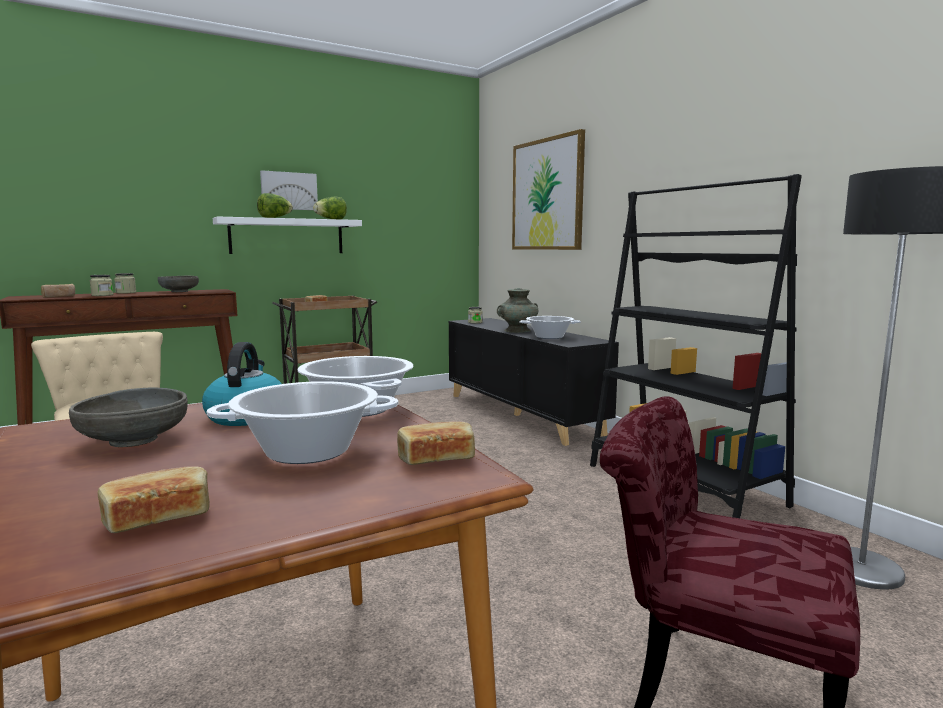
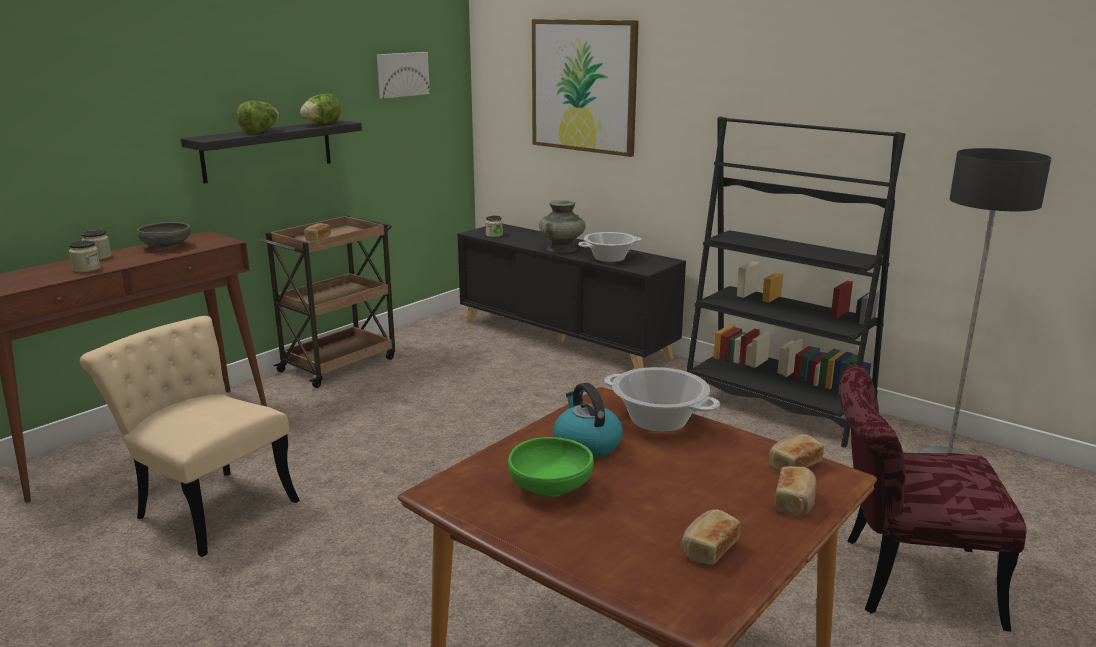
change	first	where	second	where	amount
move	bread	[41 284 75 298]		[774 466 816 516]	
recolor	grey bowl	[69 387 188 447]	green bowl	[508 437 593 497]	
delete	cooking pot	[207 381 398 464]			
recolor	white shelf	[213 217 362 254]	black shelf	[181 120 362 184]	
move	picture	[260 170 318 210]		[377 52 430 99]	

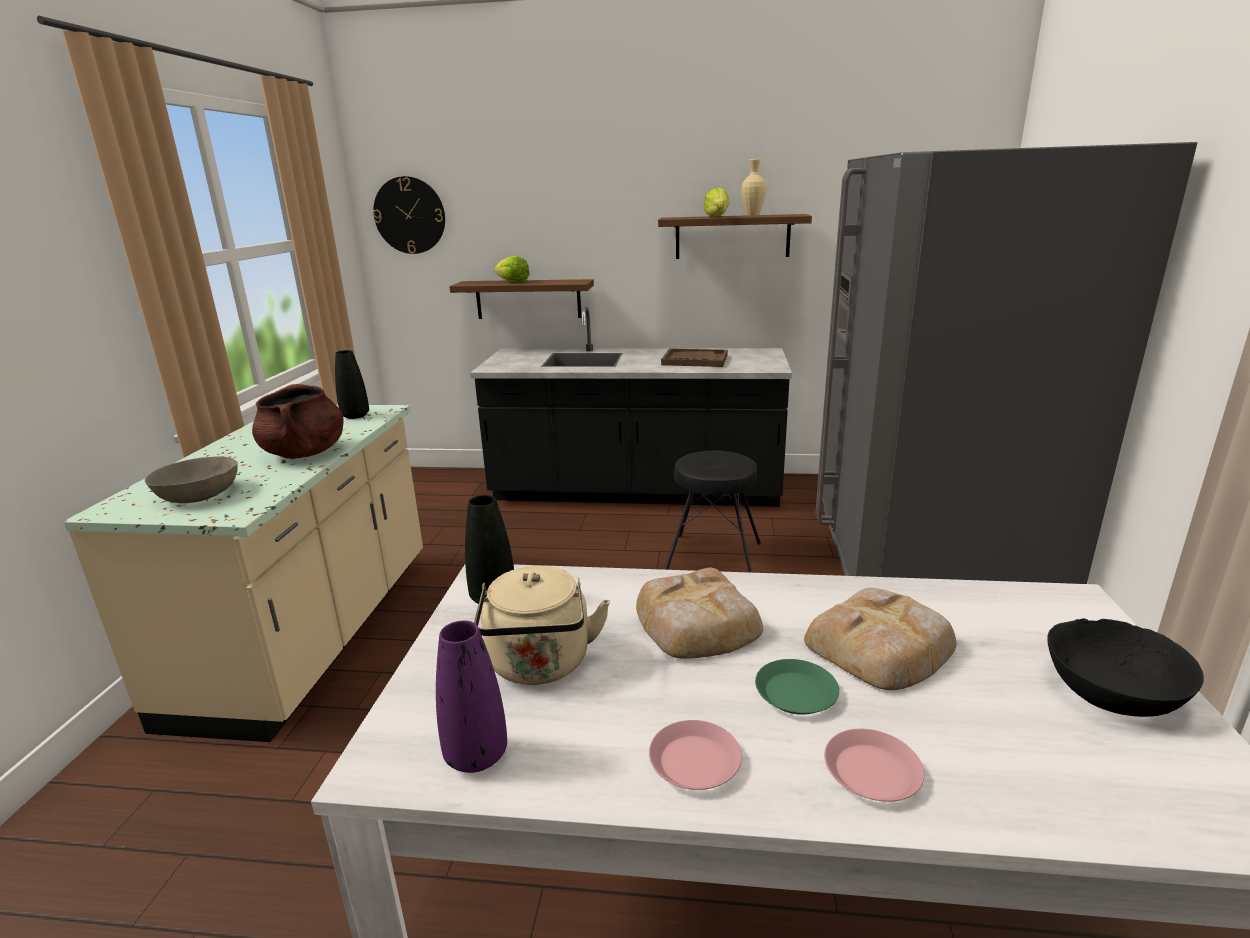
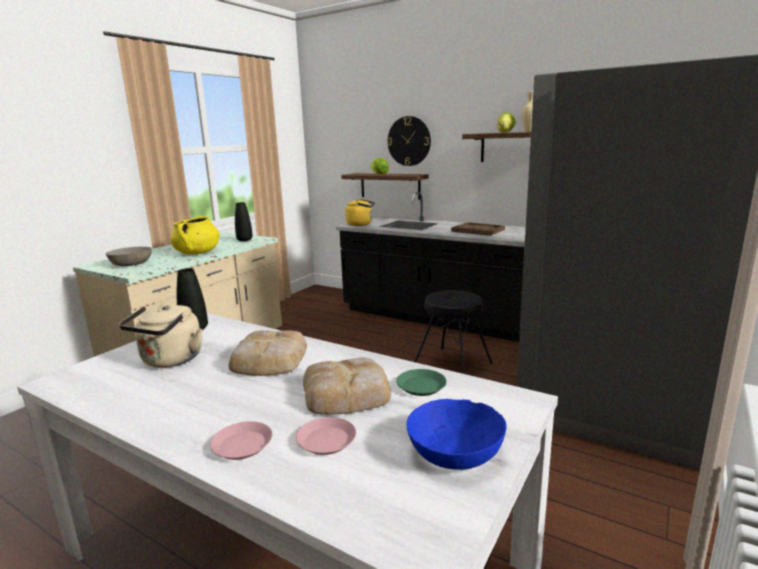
change	first	where	second	where	amount
recolor	brown cooking pot	[252 384 343 459]	yellow cooking pot	[170 216 219 255]	
move	wall clock	[373 176 445 254]		[387 116 431 166]	
delete	purple vase	[436 620 507 773]			
move	pink plate	[649 720 742 790]		[296 417 356 455]	
move	green plate	[755 659 839 715]		[396 369 447 396]	
recolor	black bowl	[1047 618 1204 717]	blue bowl	[407 399 507 470]	
insert			yellow kettle	[345 199 375 226]	

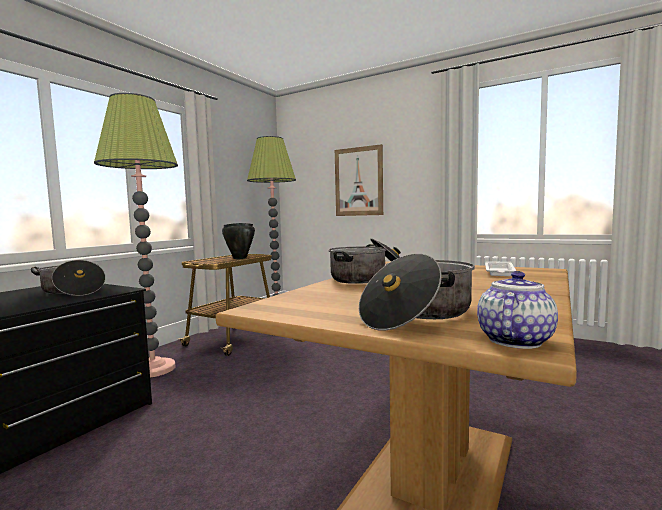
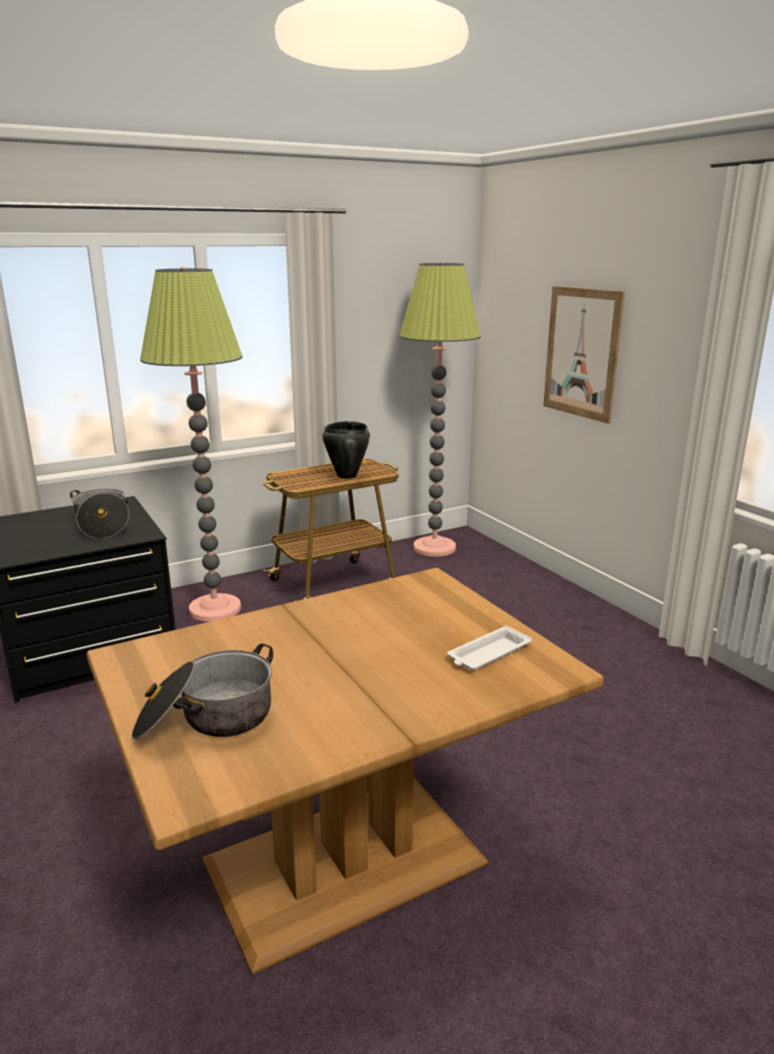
change	first	where	second	where	amount
delete	cooking pot	[328 238 401 284]			
delete	teapot	[477 271 558 349]			

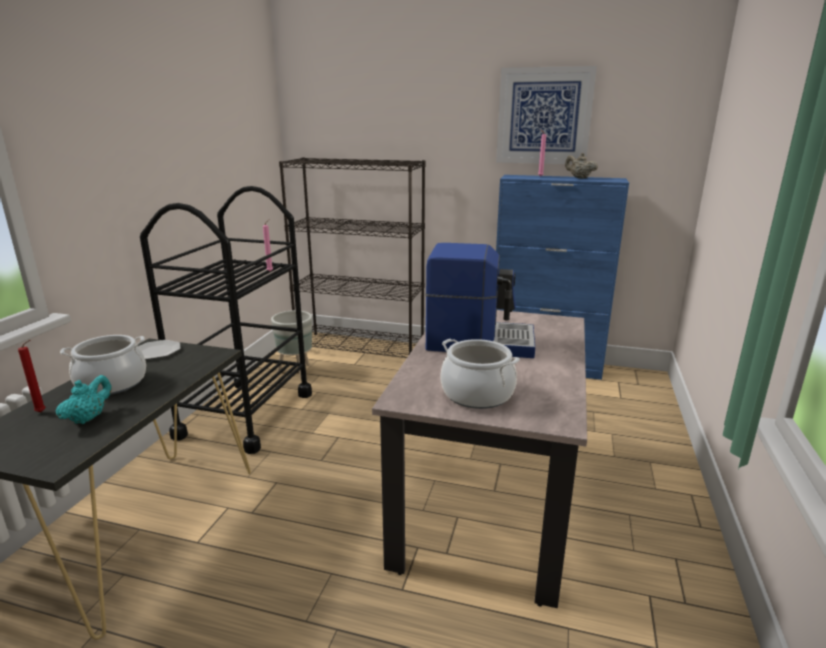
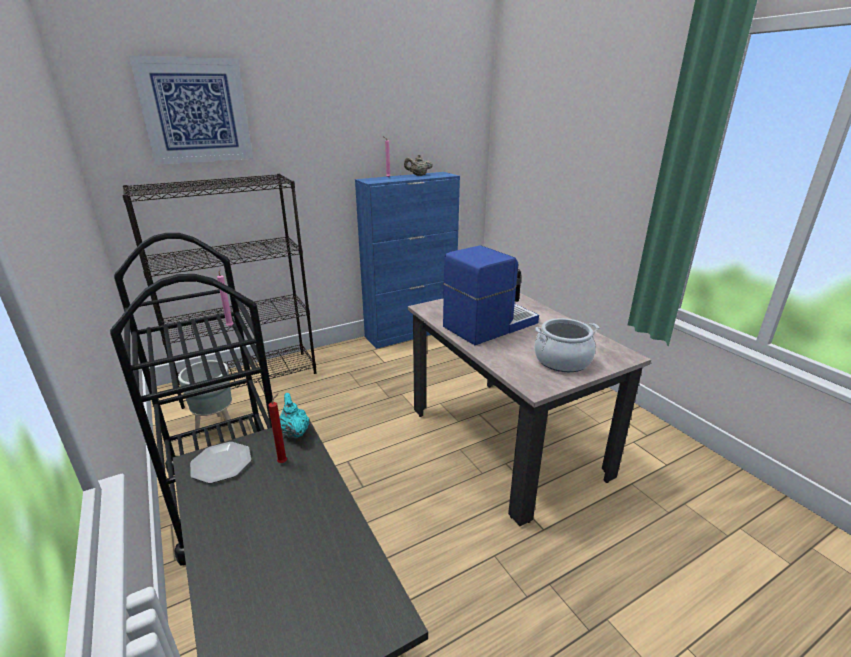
change	first	where	second	where	amount
move	red candle	[18 340 46 412]		[268 393 287 463]	
move	turquoise teapot	[56 375 112 424]		[280 393 309 439]	
delete	cooking pot	[60 335 146 395]			
move	picture	[496 66 597 164]		[129 55 253 165]	

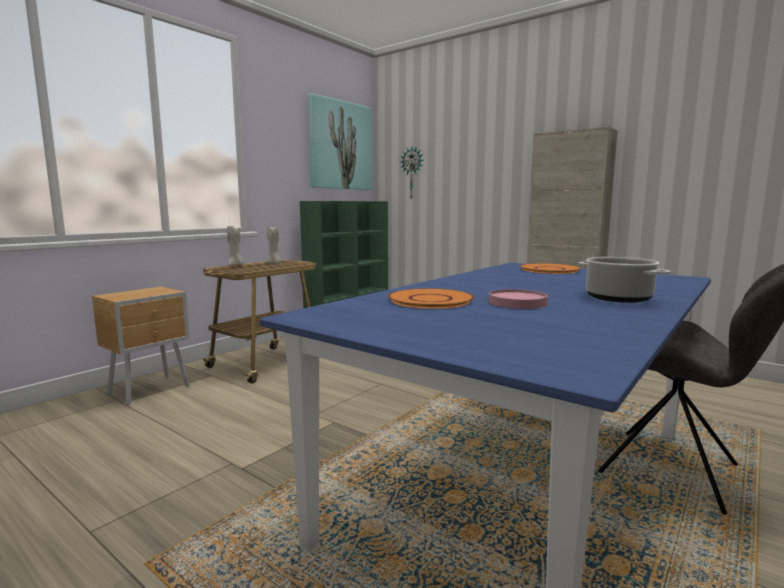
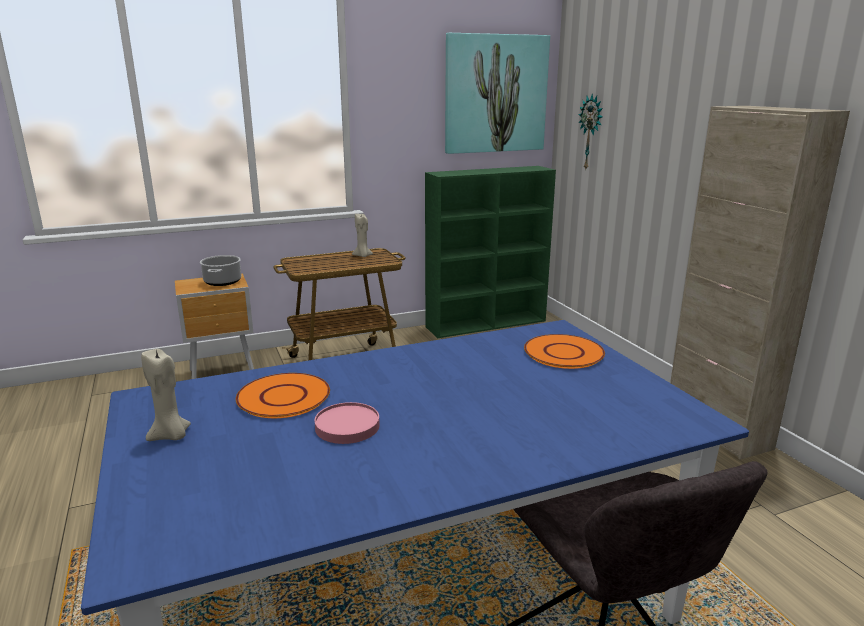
change	first	where	second	where	amount
move	beige candle	[227 226 244 266]		[141 349 191 441]	
move	cooking pot	[578 257 671 303]		[200 255 241 286]	

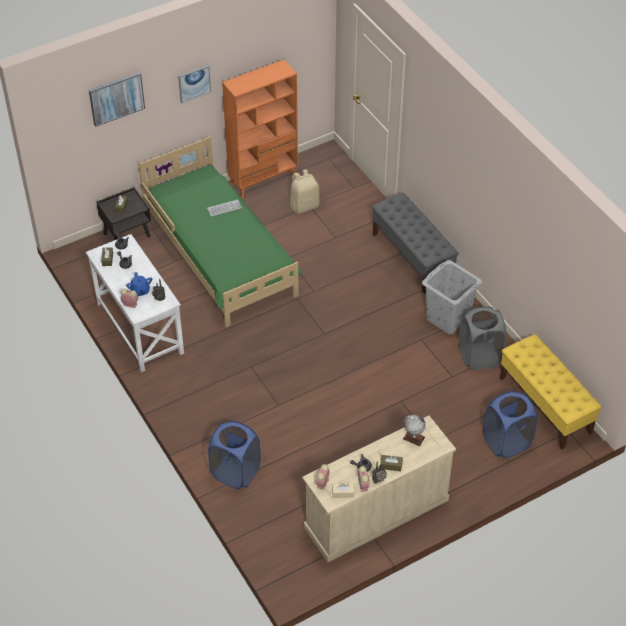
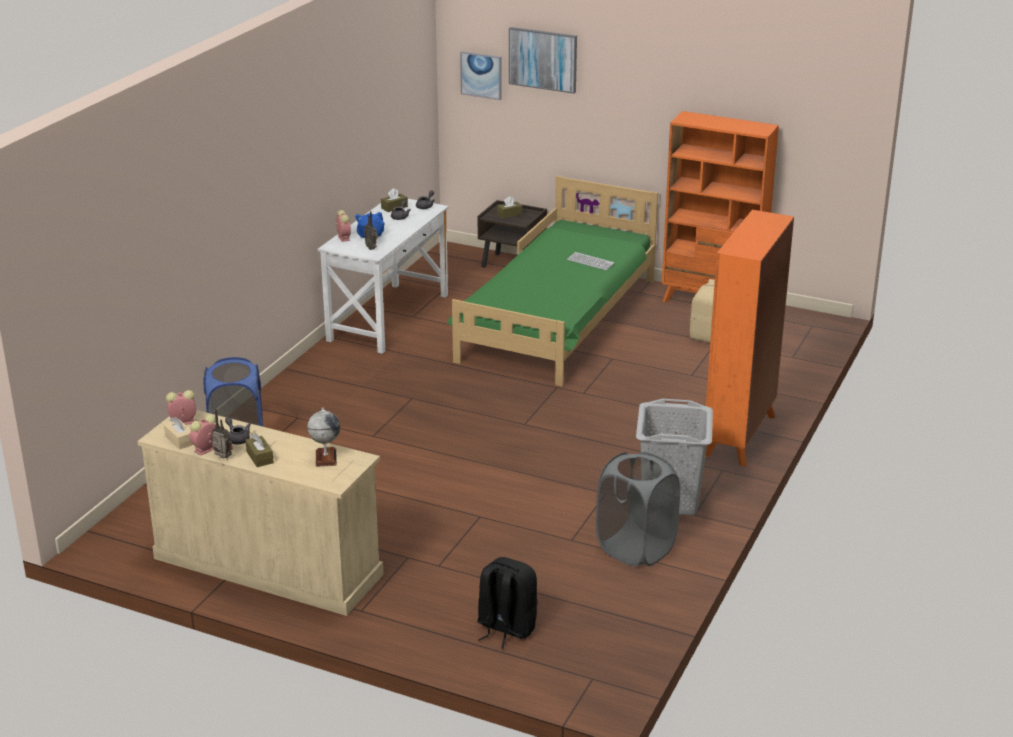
change	first	where	second	where	amount
move	picture	[178 65 211 103]		[460 51 502 100]	
replace	grey bench	[372 193 459 294]	orange bookcase	[705 210 794 467]	
replace	blue laundry basket	[483 391 537 458]	black backpack	[477 557 538 649]	
delete	yellow bench	[500 334 602 450]			

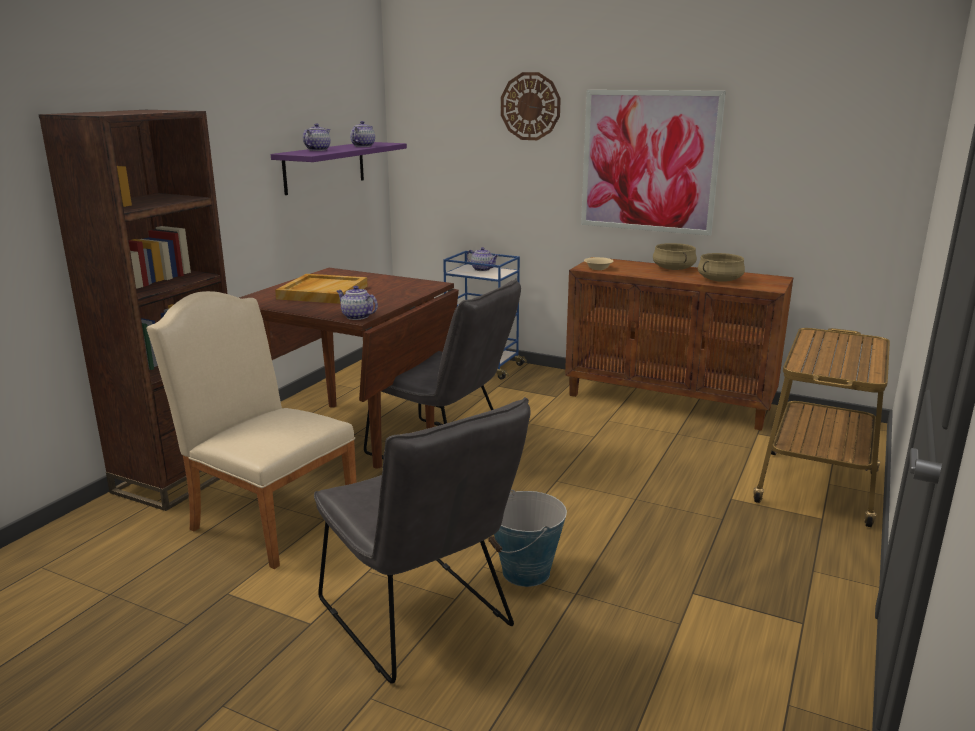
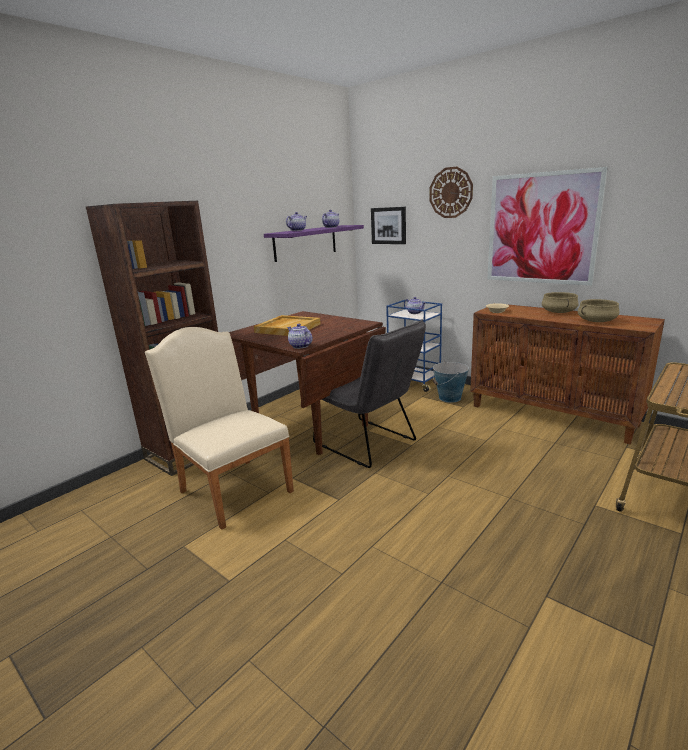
change	first	where	second	where	amount
delete	grey chair	[314 397 530 684]			
move	bucket	[488 489 567 587]		[432 361 469 403]	
insert			picture	[371 207 406 244]	

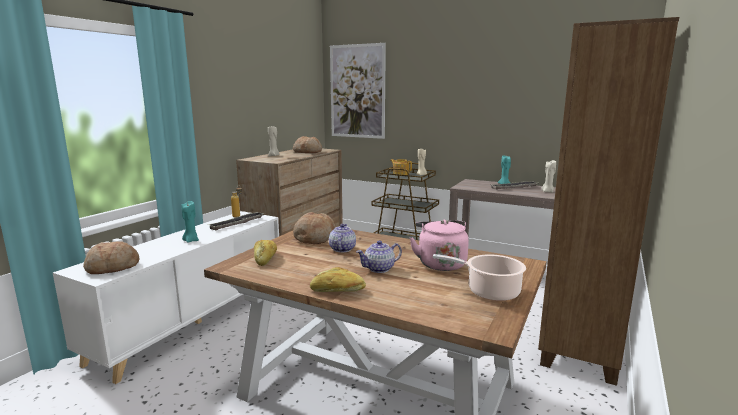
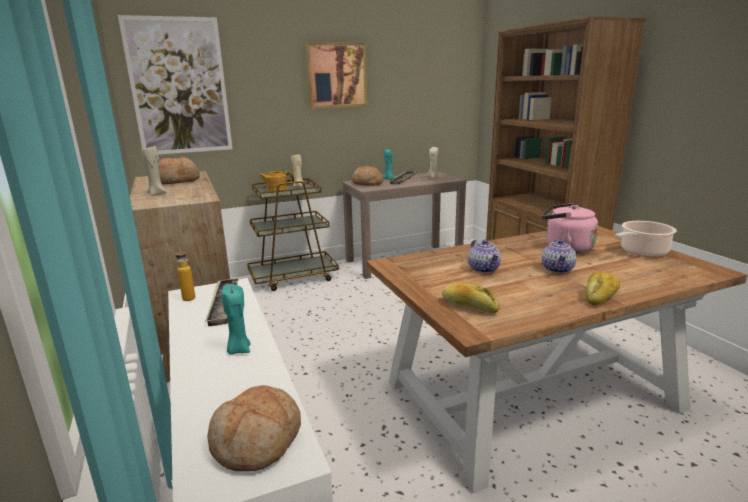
change	first	where	second	where	amount
move	bread	[293 212 335 244]		[351 166 383 186]	
rotate	teapot	[329 224 356 252]		[468 240 501 273]	150 degrees counterclockwise
insert			picture	[305 42 367 109]	

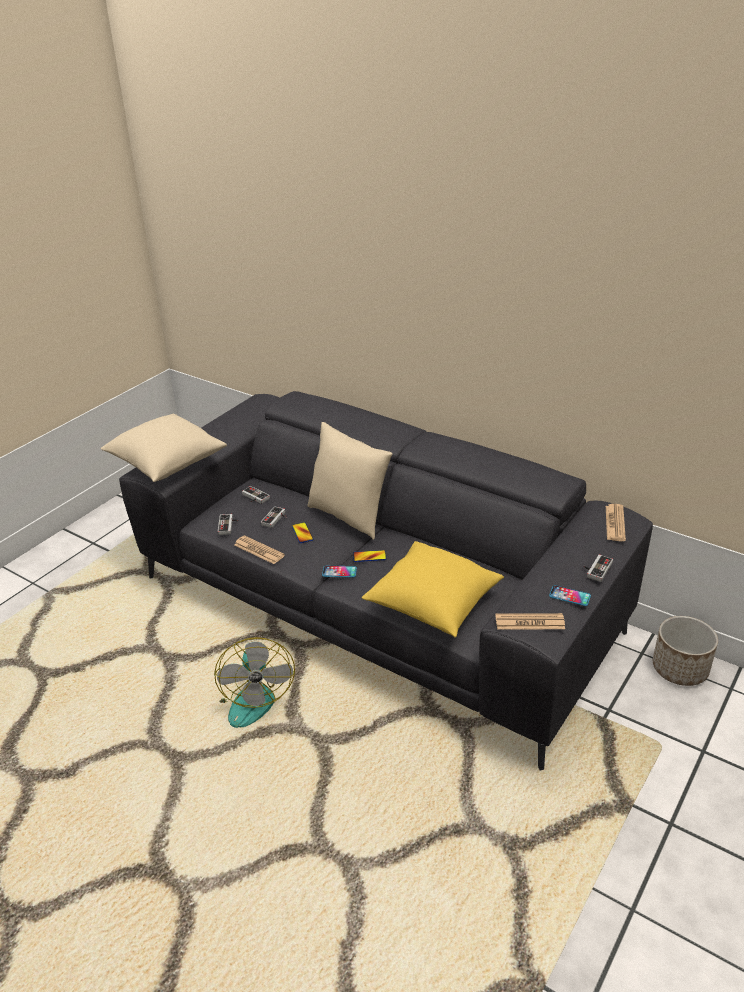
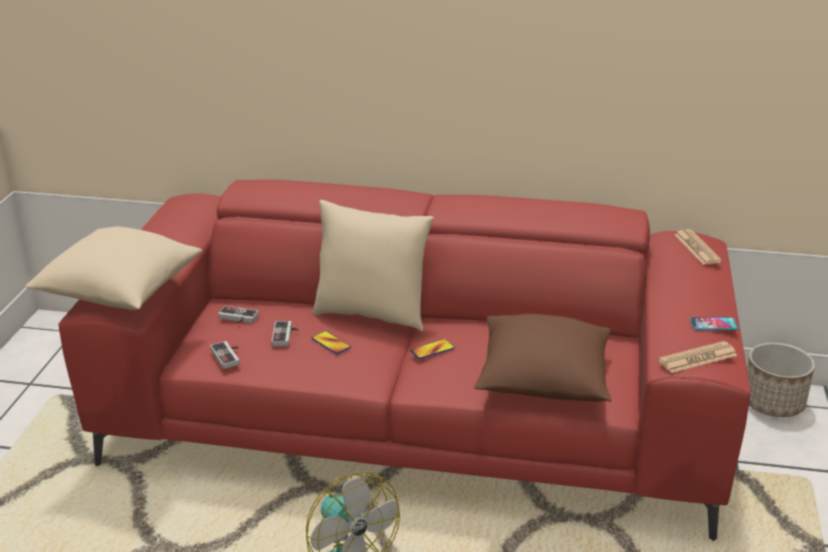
change	first	where	second	where	amount
recolor	grey sofa	[119 391 653 770]	red sofa	[58 180 751 541]	
delete	newspaper	[234 535 285 564]			
delete	phone	[322 566 357 577]			
recolor	yellow pillow	[362 541 504 637]	brown pillow	[474 314 612 402]	
delete	game controller	[584 554 613 582]			

